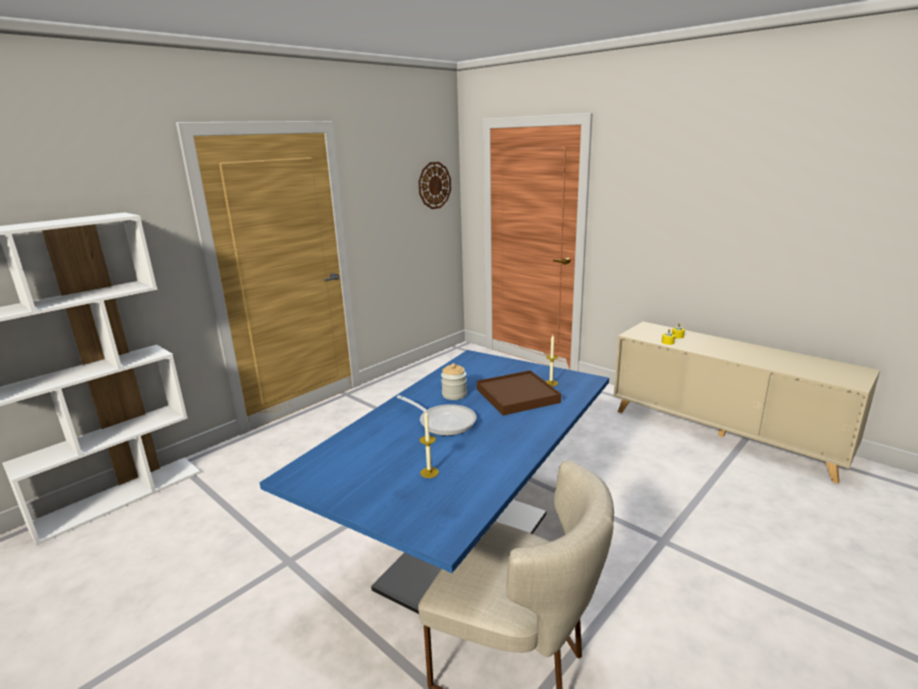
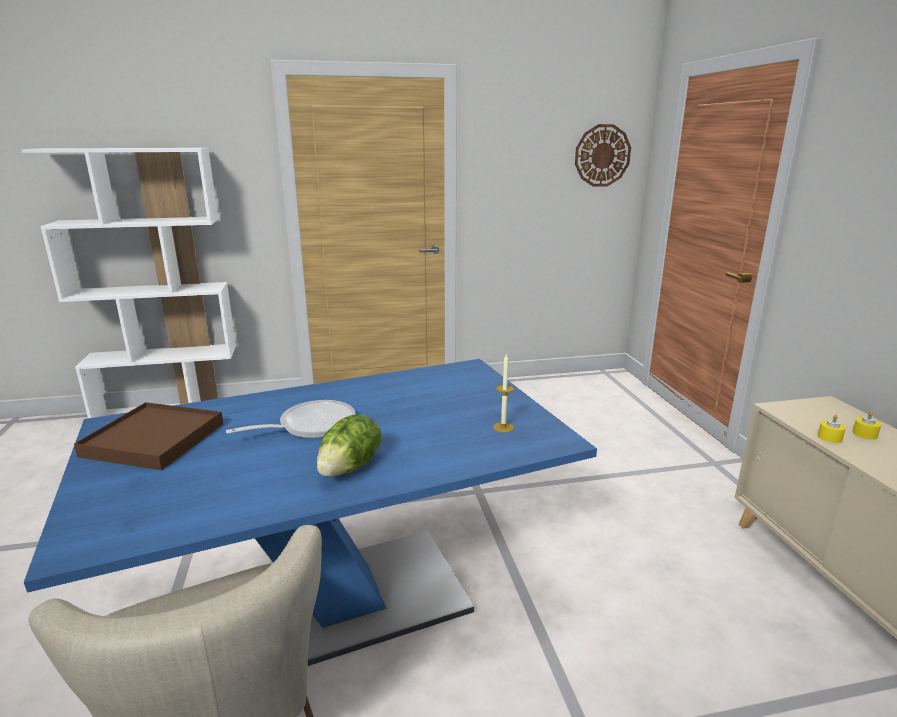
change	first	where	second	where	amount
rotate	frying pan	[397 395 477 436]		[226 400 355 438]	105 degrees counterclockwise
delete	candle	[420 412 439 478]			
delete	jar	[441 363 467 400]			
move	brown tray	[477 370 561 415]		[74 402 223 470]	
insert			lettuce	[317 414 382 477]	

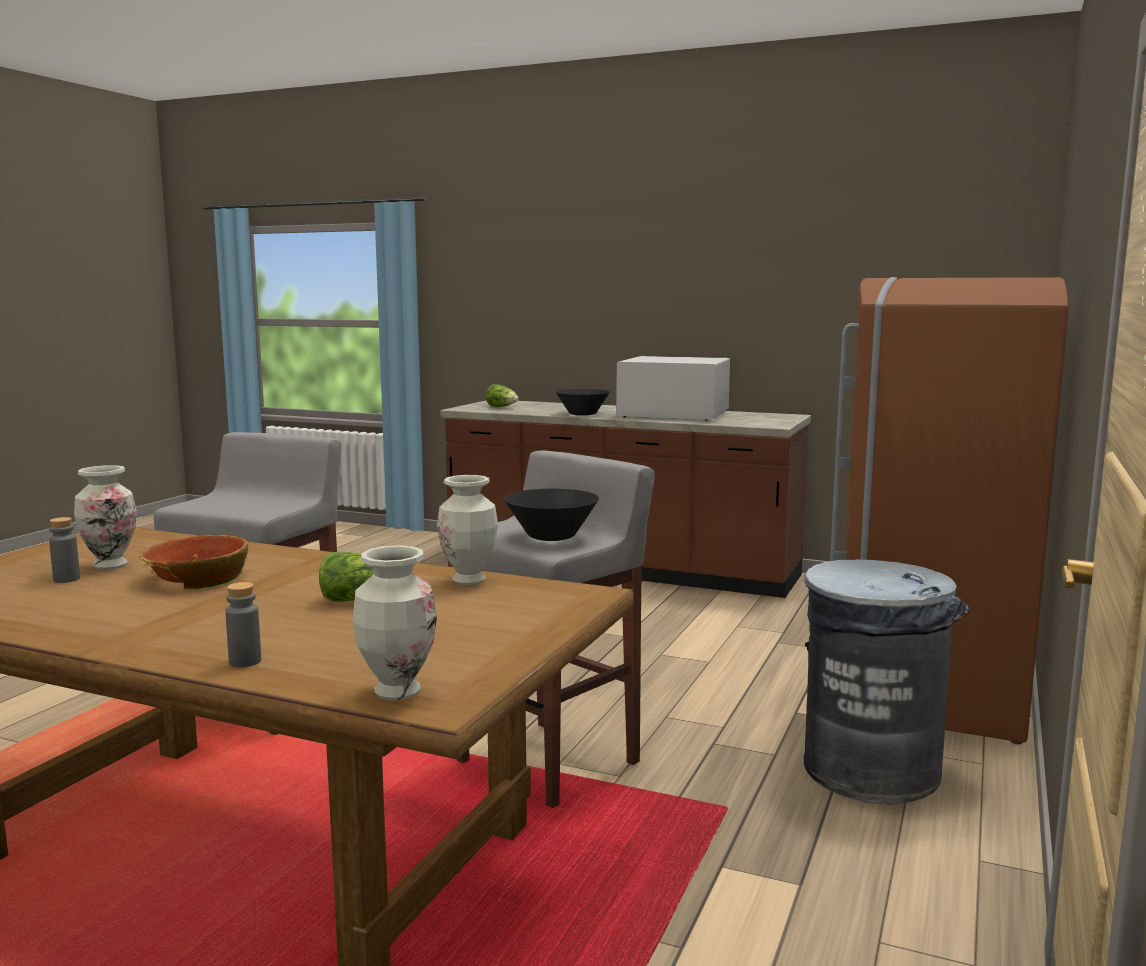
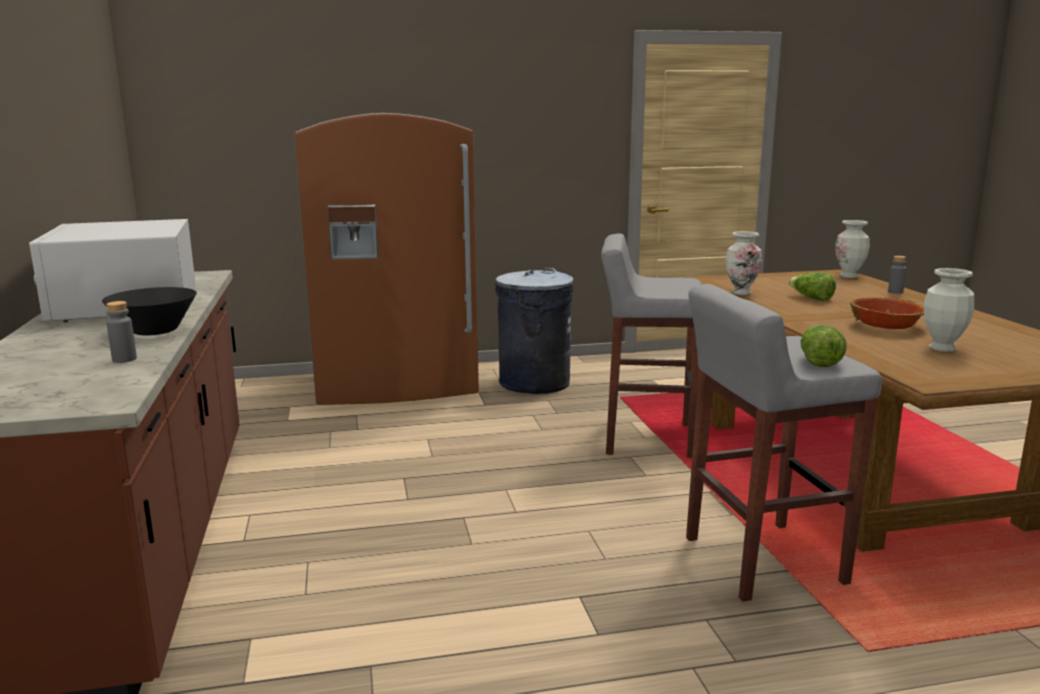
change	first	where	second	where	amount
move	grey bottle	[49 517 80 583]		[106 301 137 363]	
move	lettuce	[485 384 519 407]		[801 325 846 367]	
delete	black bowl	[504 489 599 541]			

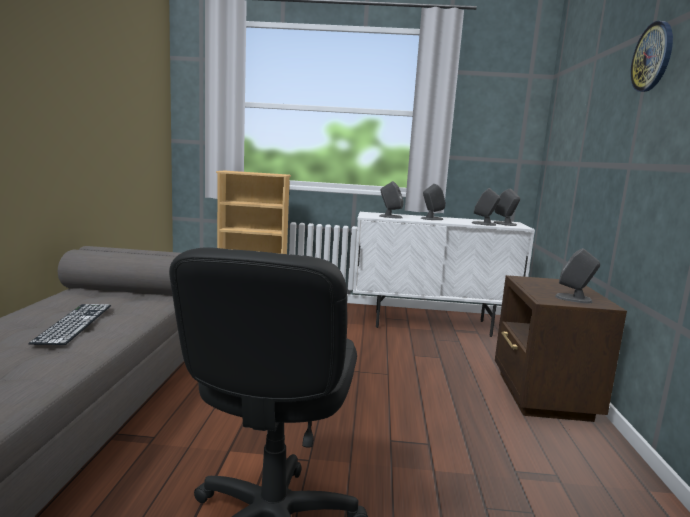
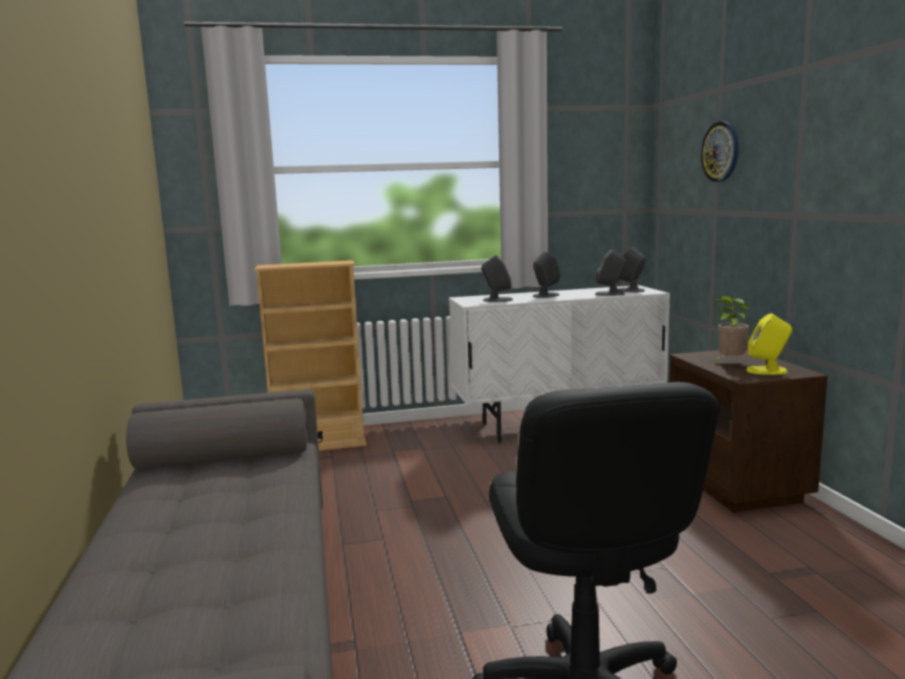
change	first	where	second	where	amount
delete	keyboard	[28 304 111 345]			
recolor	grey speaker	[555 248 600 303]	yellow speaker	[746 313 792 375]	
move	wall clock	[630 21 673 92]		[701 121 739 182]	
insert			potted plant	[713 296 750 362]	

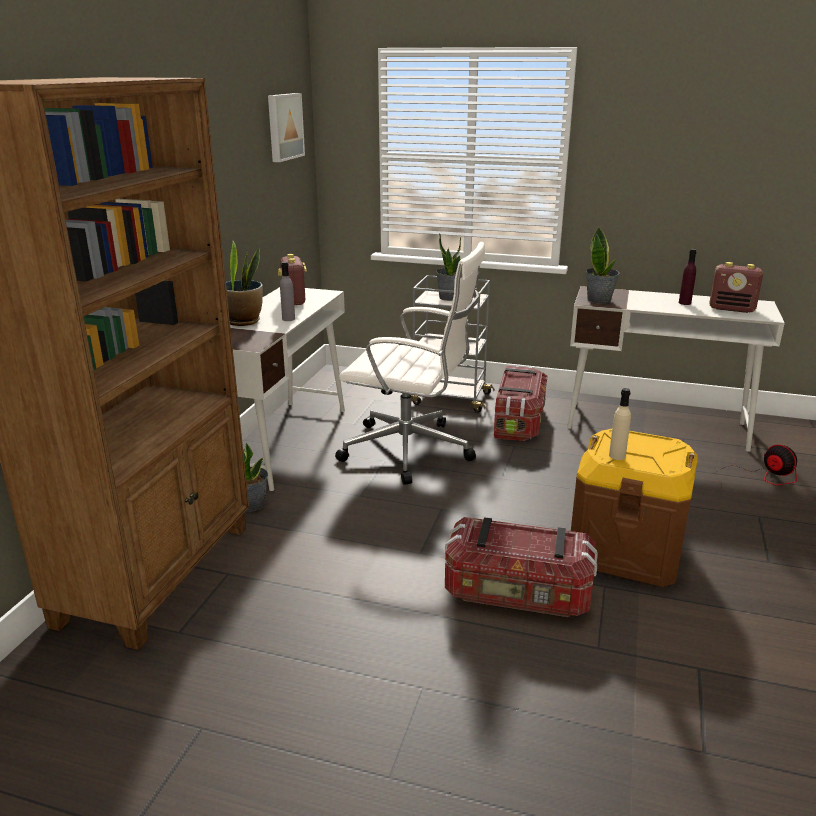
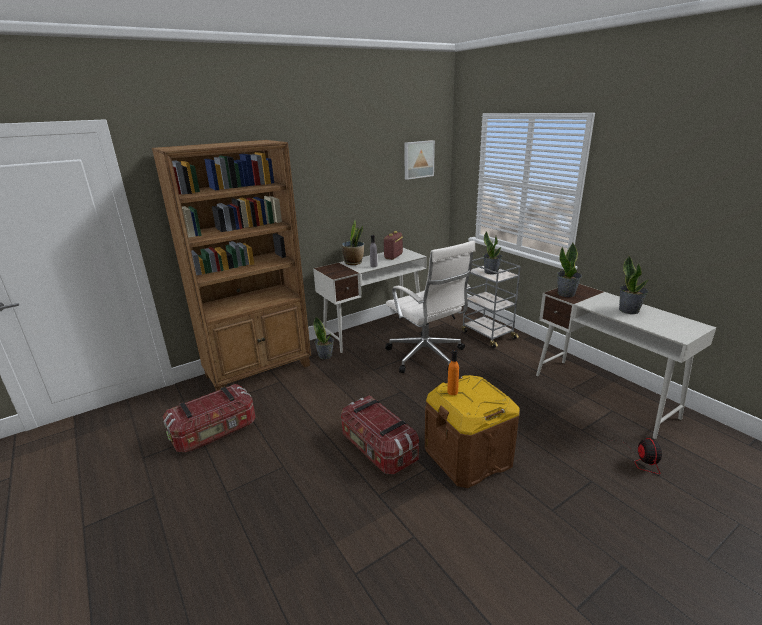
change	first	where	second	where	amount
move	storage box	[494 366 548 441]		[163 384 256 452]	
recolor	beige bottle	[609 388 631 460]	orange bottle	[447 350 459 395]	
replace	purple bottle	[679 249 697 305]	potted plant	[619 256 648 314]	
delete	radio	[709 262 763 313]			

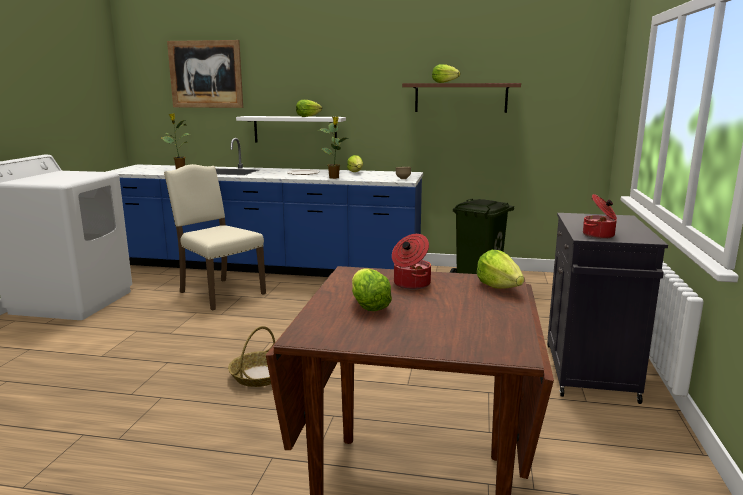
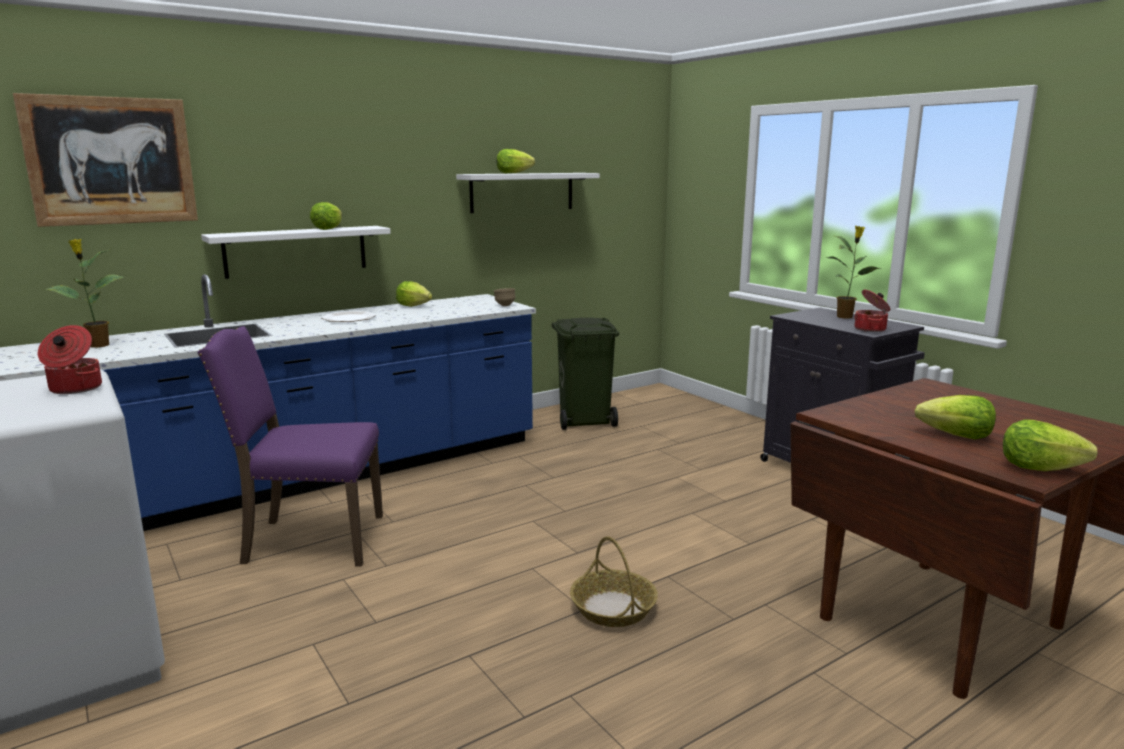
change	first	where	second	where	amount
recolor	beige chair	[164 164 266 311]	purple chair	[197 326 383 567]	
move	potted plant	[317 117 350 179]		[827 226 880 318]	
move	cooking pot	[392 234 431 290]		[38 325 102 394]	
recolor	brown shelf	[402 83 521 113]	white shelf	[456 173 600 213]	
move	lettuce	[476 250 524 289]		[1003 419 1098 471]	

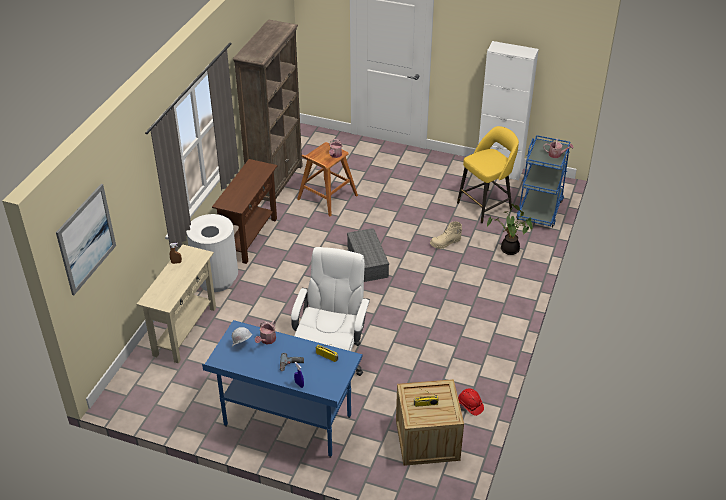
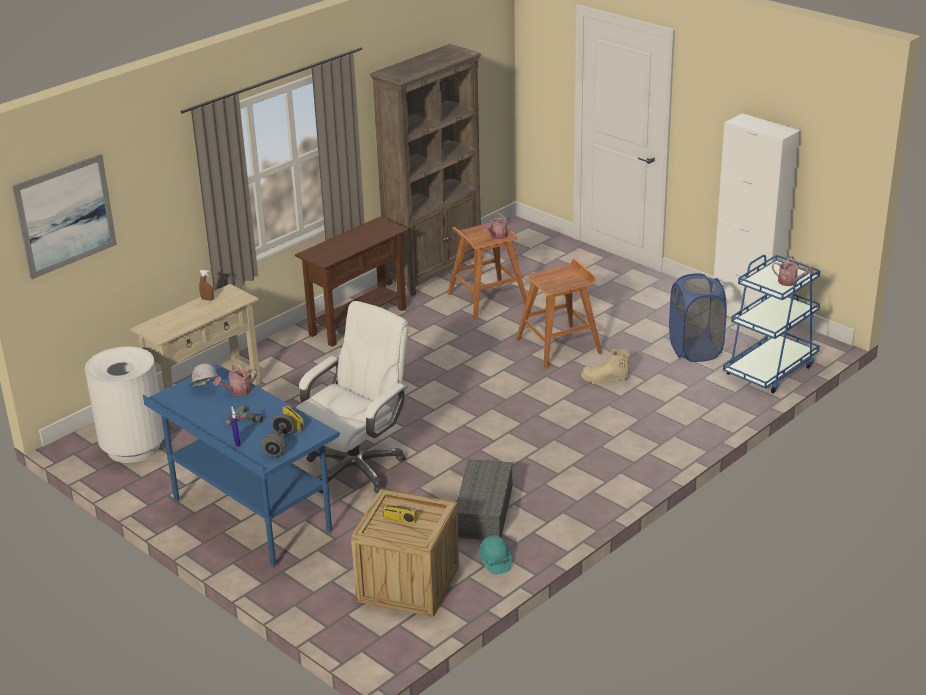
change	first	where	second	where	amount
move	white trash can	[186 214 238 292]		[85 346 164 463]	
move	grey storage box	[347 228 389 282]		[457 459 513 540]	
replace	yellow stool	[457 126 519 223]	blue laundry basket	[669 273 727 362]	
recolor	red hard hat	[458 389 484 416]	turquoise hard hat	[478 535 512 575]	
delete	potted plant	[487 204 533 255]			
insert			grey dumbbell	[262 414 295 456]	
insert			brown stool	[516 258 602 369]	

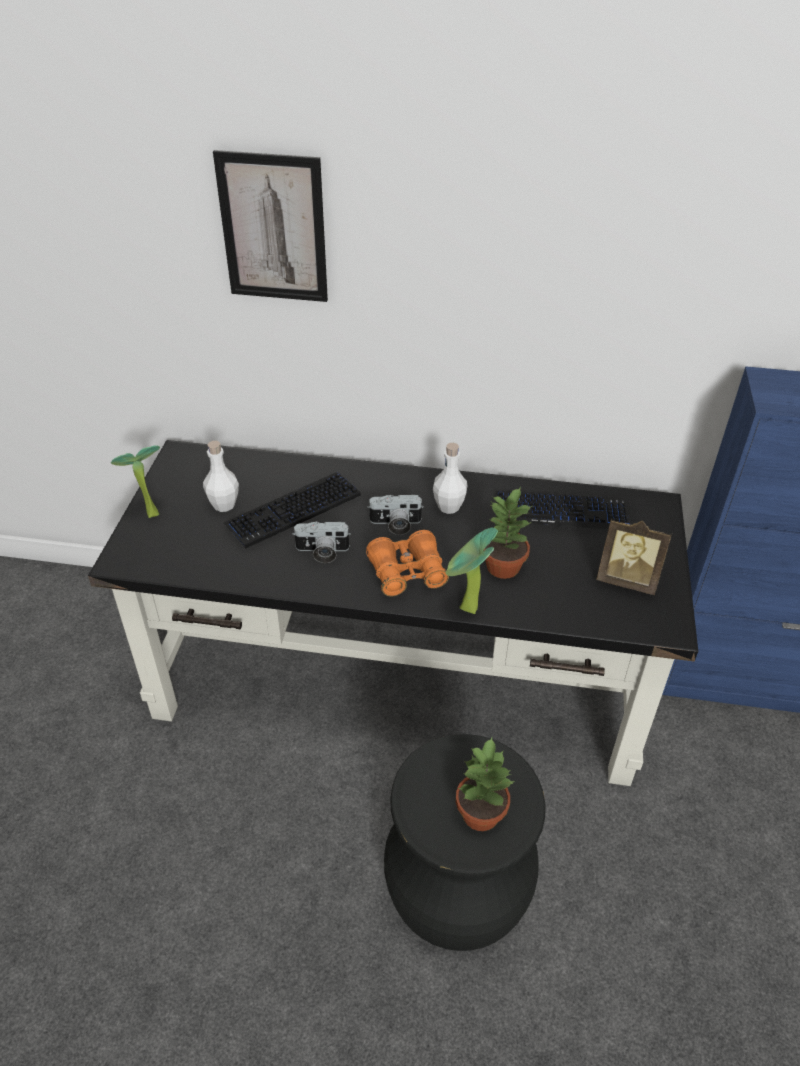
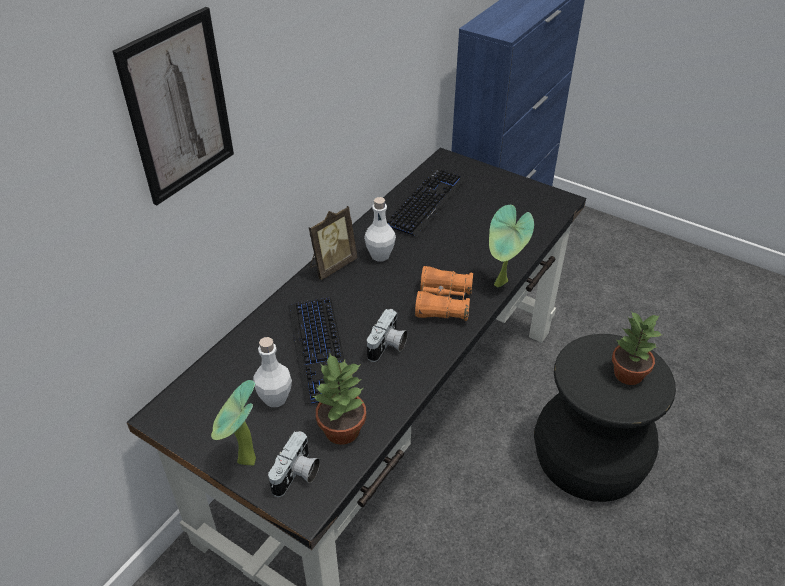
change	first	where	second	where	amount
move	photo camera	[368 494 424 535]		[268 431 320 497]	
move	potted plant	[483 487 532 579]		[312 353 366 445]	
move	picture frame	[596 520 672 595]		[309 206 357 280]	

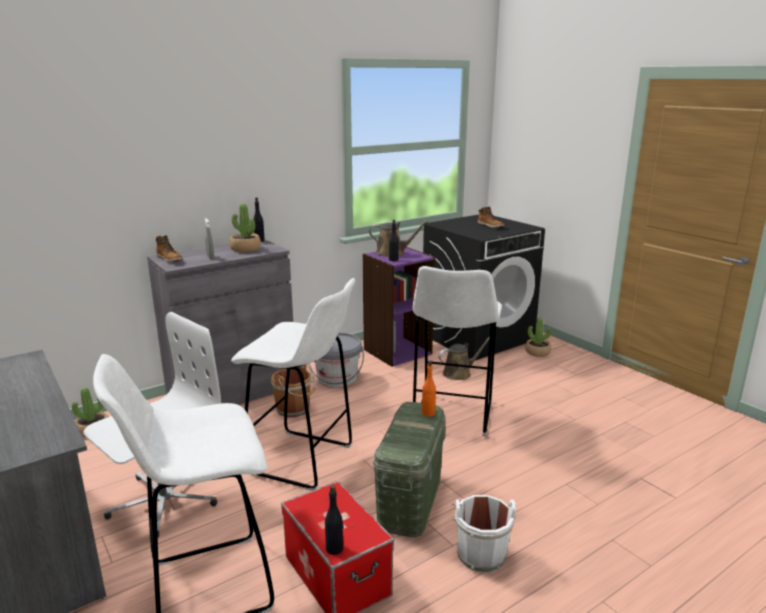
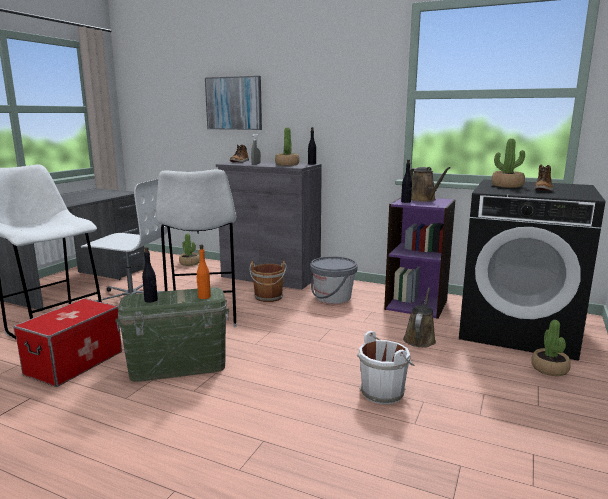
change	first	where	second	where	amount
move	black bottle	[325 485 343 555]		[142 247 158 303]	
delete	white stool	[413 266 502 436]			
rotate	brown watering can	[438 337 490 380]		[403 287 436 347]	105 degrees counterclockwise
move	white bucket	[452 495 516 573]		[357 331 415 404]	
insert			picture	[205 76 262 130]	
insert			potted plant	[491 139 525 188]	

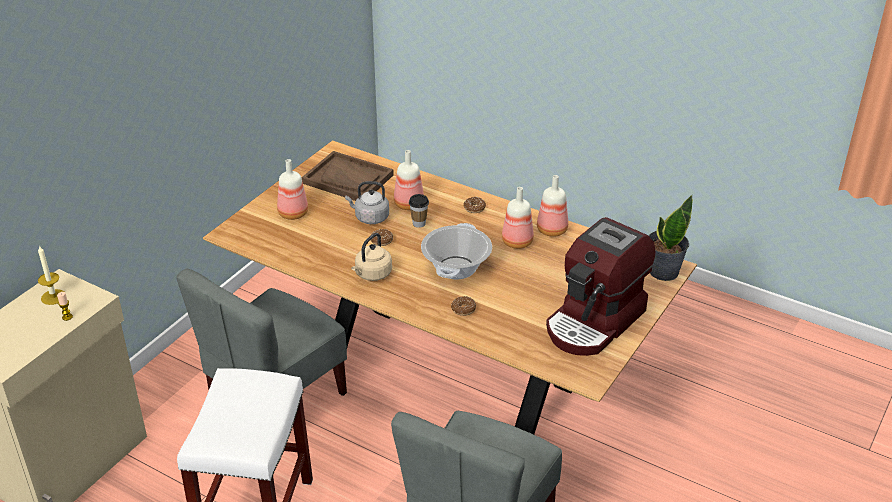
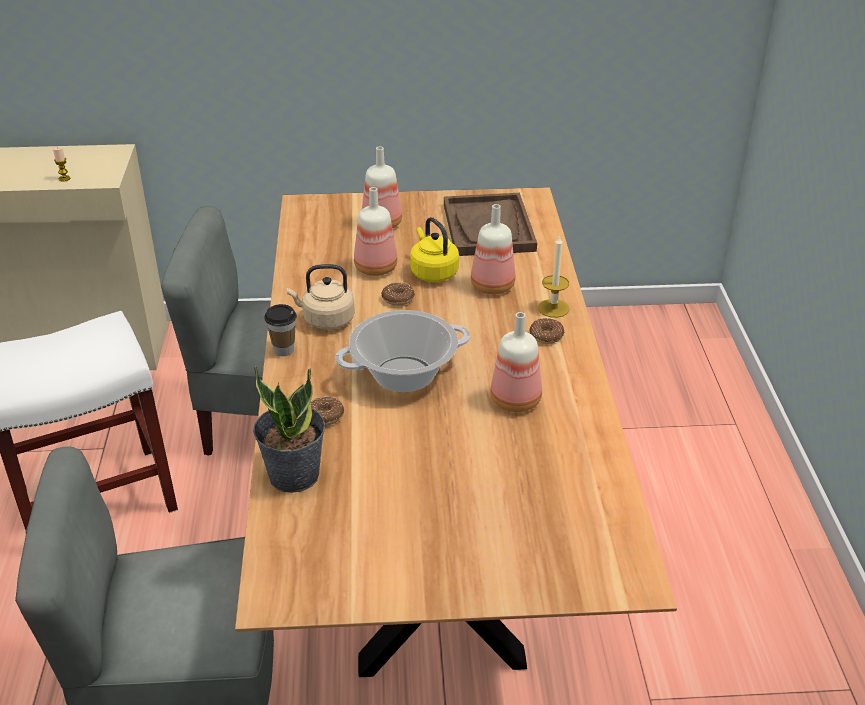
change	first	where	second	where	amount
move	candle	[38 245 64 305]		[538 235 569 318]	
recolor	grey kettle	[345 181 389 224]	yellow kettle	[410 217 459 282]	
move	cup	[409 194 429 228]		[264 304 297 356]	
move	bottle	[537 175 568 237]		[354 187 397 276]	
delete	coffee machine	[546 217 655 356]			
move	potted plant	[648 195 693 281]		[253 366 325 493]	

